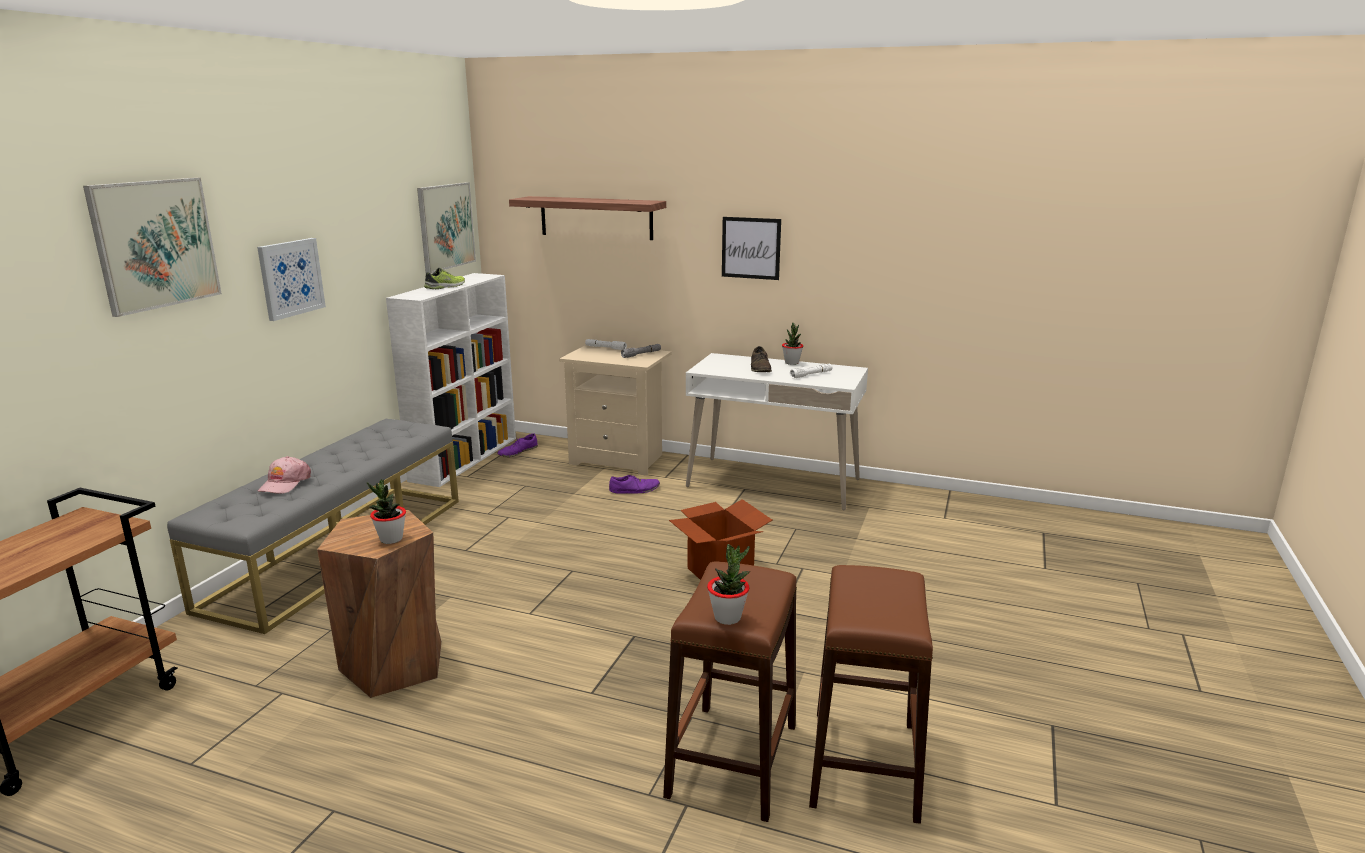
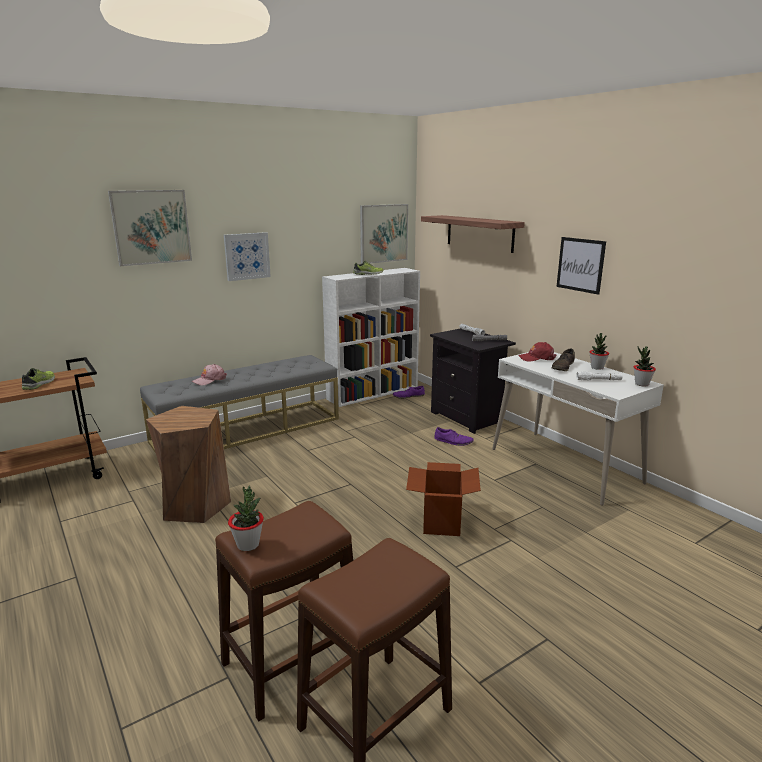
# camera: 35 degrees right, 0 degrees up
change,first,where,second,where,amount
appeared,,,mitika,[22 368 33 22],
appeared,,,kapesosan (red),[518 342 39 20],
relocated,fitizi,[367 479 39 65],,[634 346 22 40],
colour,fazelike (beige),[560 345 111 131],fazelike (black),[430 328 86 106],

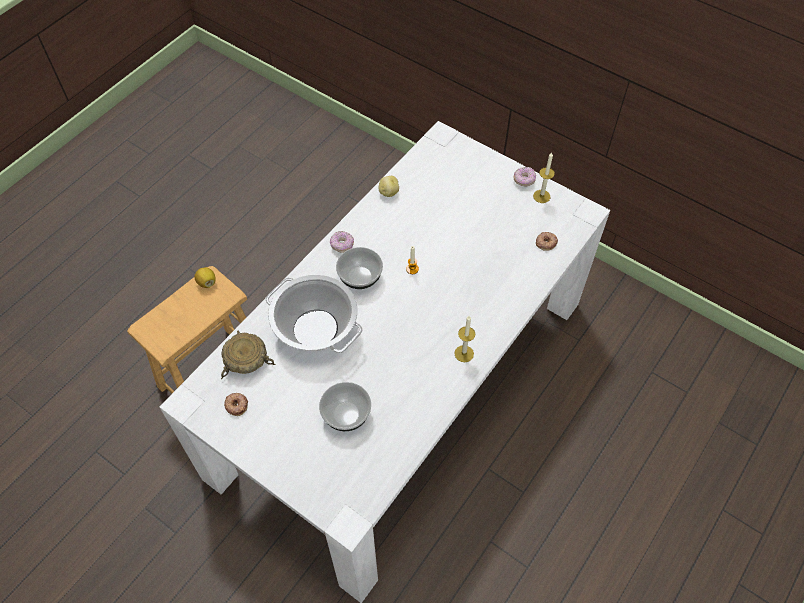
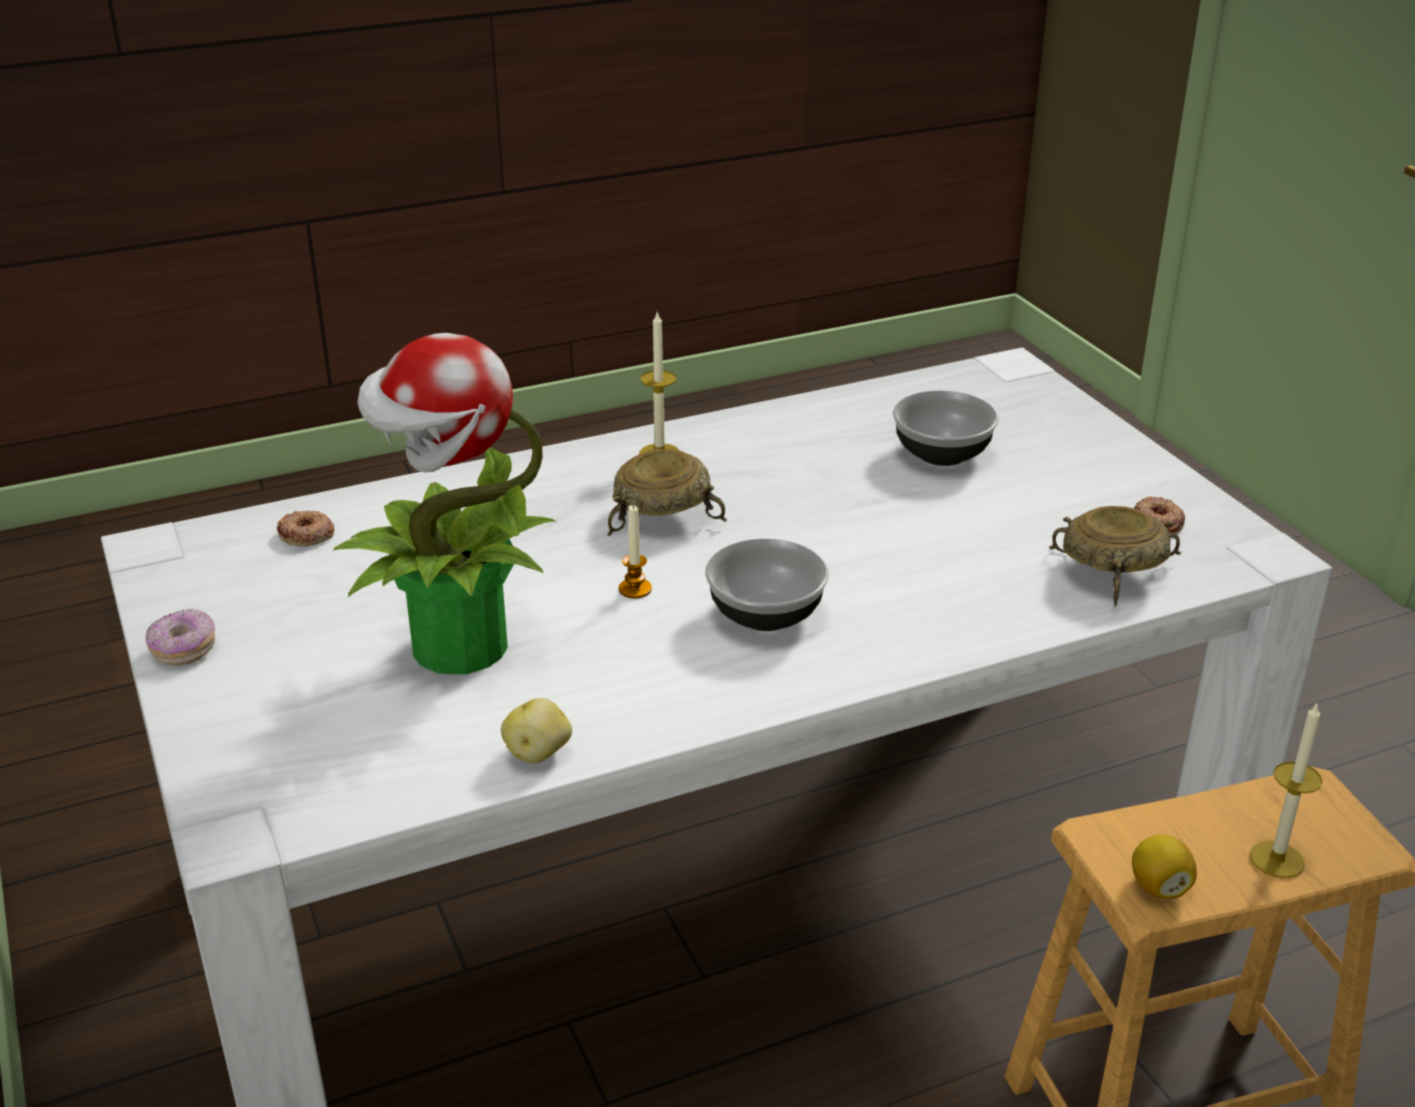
# camera: 150 degrees left, 25 degrees down
change,first,where,second,where,amount
missing,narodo,[265 275 98 78],,,
missing,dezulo,[330 231 24 22],,,
appeared,,,fitizi,[333 333 223 341],
appeared,,,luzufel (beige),[607 447 120 89],
relocated,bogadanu,[533 152 22 51],,[1250 702 72 176],

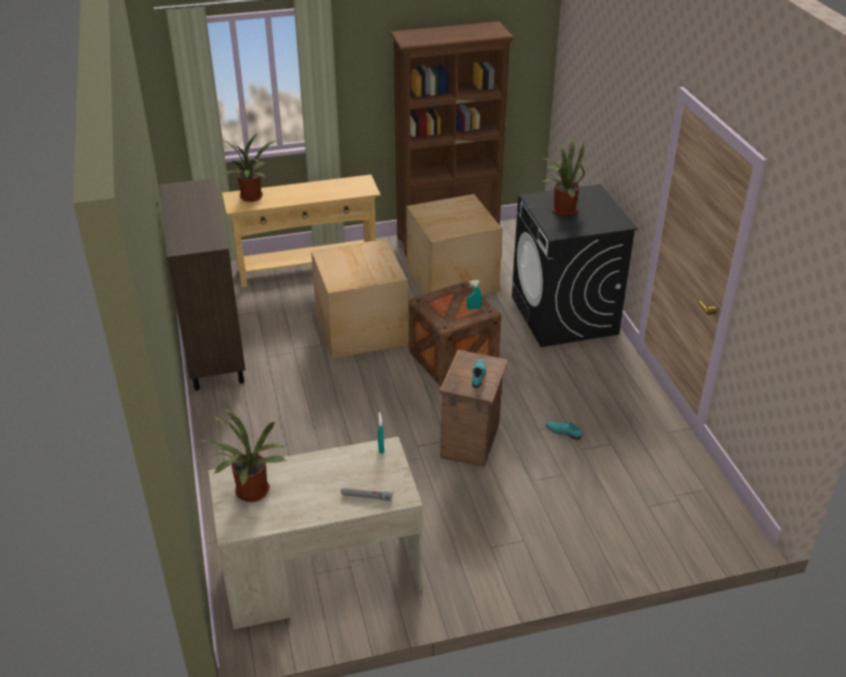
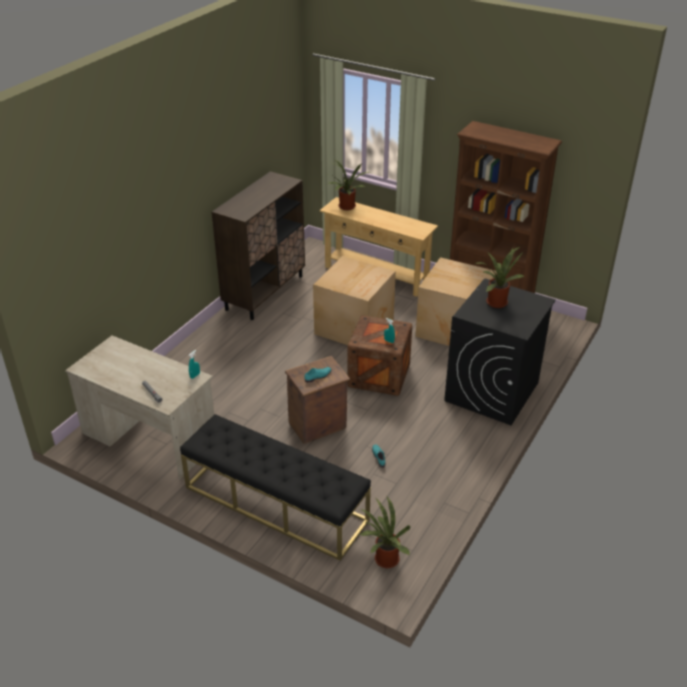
# camera: 45 degrees right, 0 degrees up
change,first,where,second,where,amount
appeared,,,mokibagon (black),[180 414 191 147],
relocated,fitizi,[199 407 89 95],,[360 497 50 71],

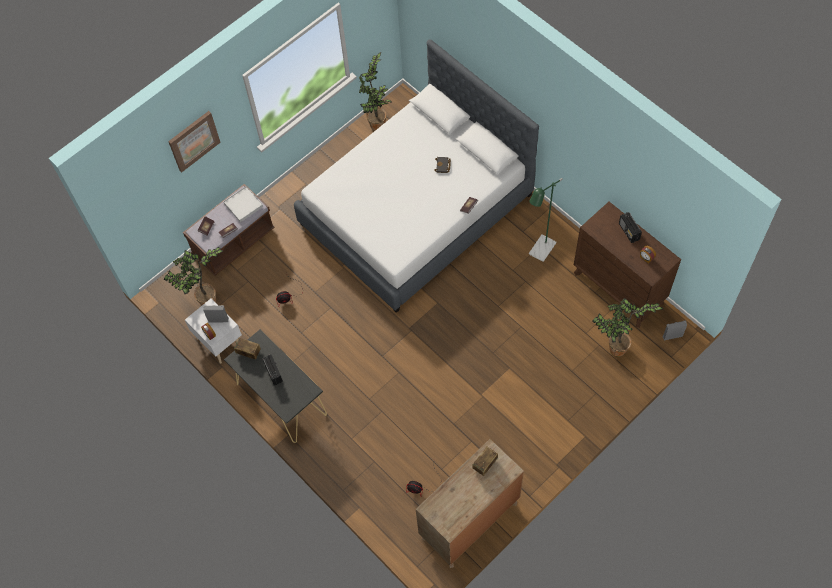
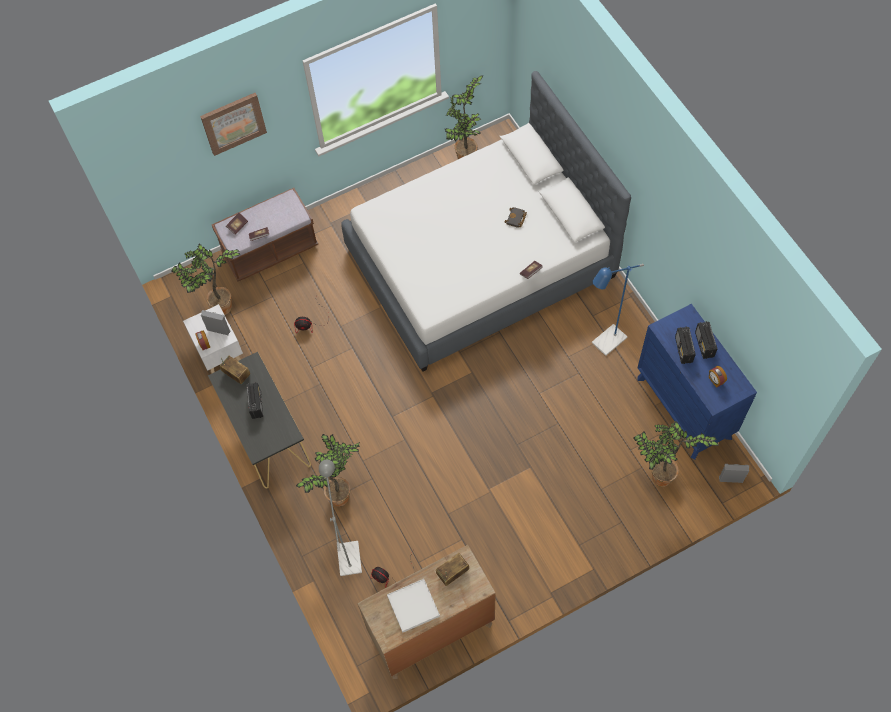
# camera: 15 degrees right, 0 degrees up
change,first,where,second,where,amount
appeared,,,fitizi,[296 434 64 73],
appeared,,,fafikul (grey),[319 460 43 116],
appeared,,,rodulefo,[675 326 21 38],
relocated,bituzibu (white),[223 186 40 36],,[387 579 53 54],
colour,fafikul (green),[529 178 34 84],fafikul (blue),[592 264 52 92],
colour,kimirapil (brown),[574 202 107 126],kimirapil (blue),[637 304 120 156],

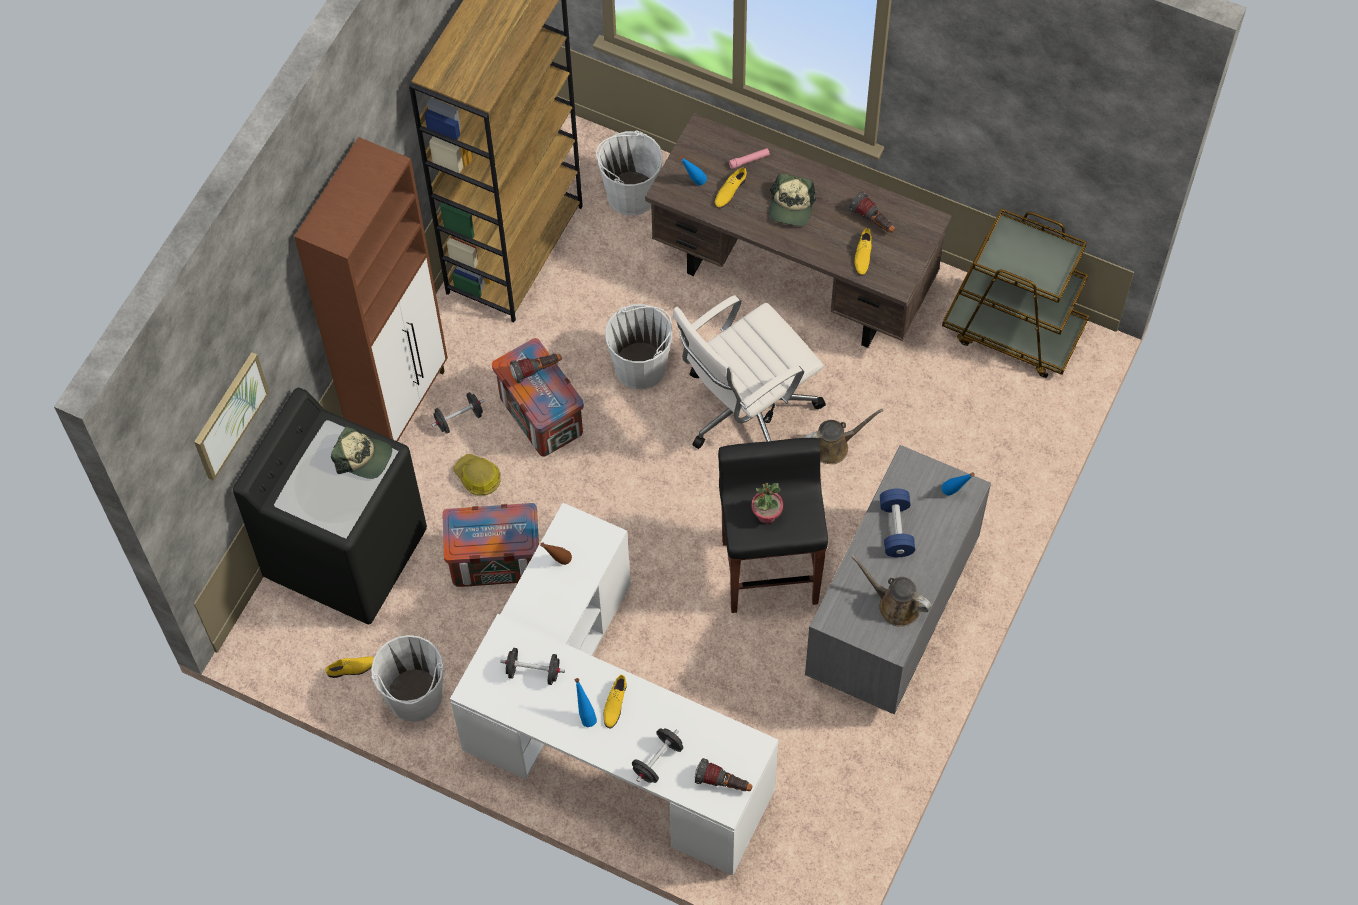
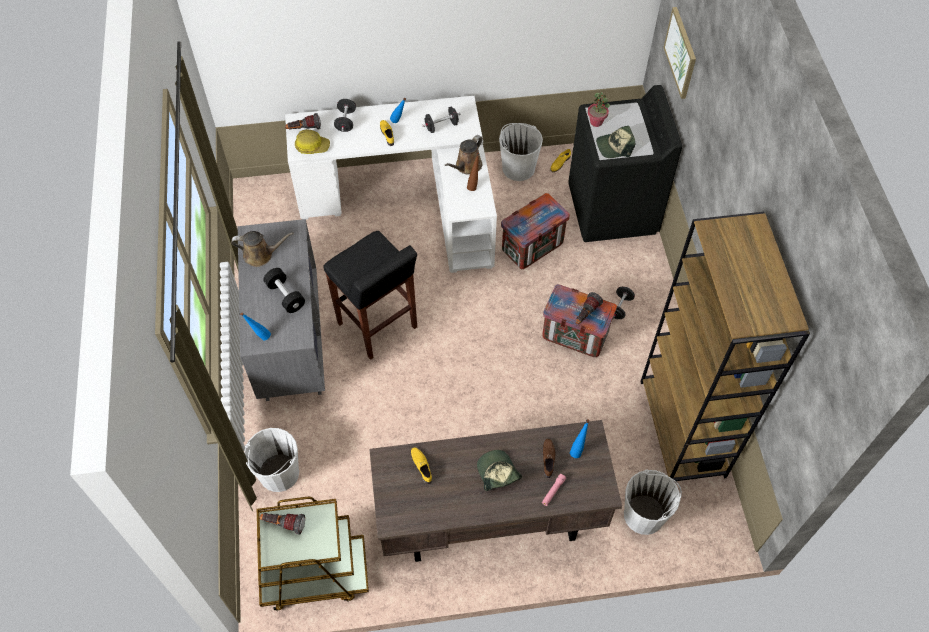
# camera: 145 degrees right, 5 degrees down
change,first,where,second,where,amount
missing,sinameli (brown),[294 137 154 305],,,
missing,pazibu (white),[673 295 153 154],,,
relocated,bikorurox,[453 454 48 41],,[295 129 35 25],
relocated,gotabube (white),[605 304 67 85],,[244 428 55 64],
relocated,fitizi,[751 483 32 41],,[588 92 22 35],
relocated,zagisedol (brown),[804 409 79 55],,[445 135 38 40],
relocated,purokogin,[849 192 46 41],,[259 513 46 22],
colour,mitika (yellow),[715 167 32 41],mitika (brown),[542 439 14 39],
colour,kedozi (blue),[880 489 35 68],kedozi (black),[263 268 42 45],

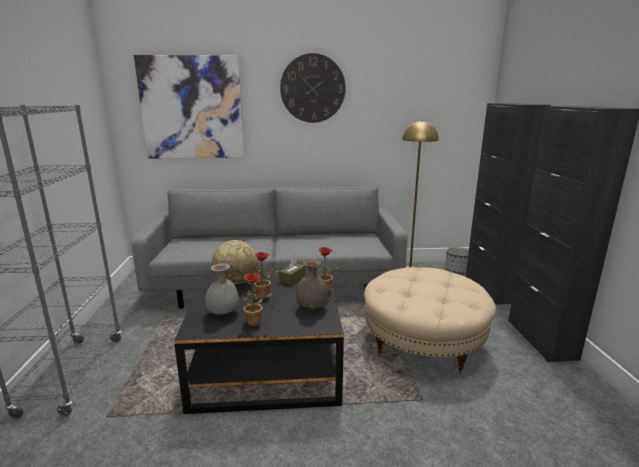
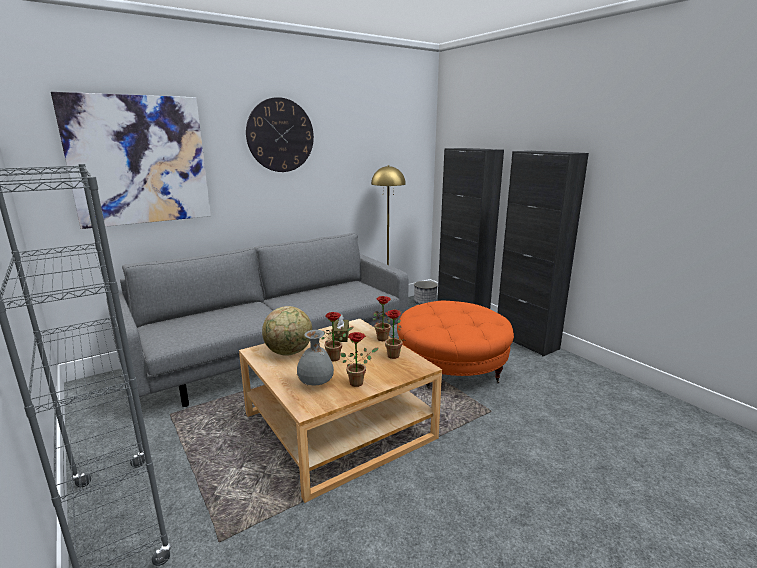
# camera: 30 degrees left, 0 degrees up
change,first,where,second,where,amount
exchanged,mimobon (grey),[296 259 32 51],fitizi,[375 309 30 50],
colour,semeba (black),[174 268 170 146],semeba (beige),[239 319 203 184],
colour,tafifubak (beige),[364 267 132 107],tafifubak (orange),[397 301 117 87],

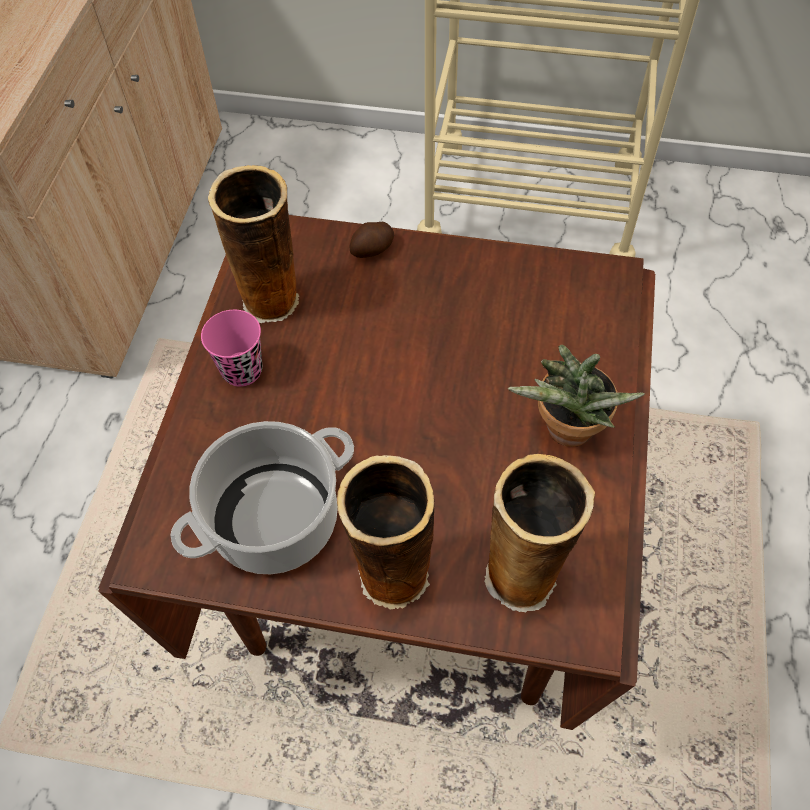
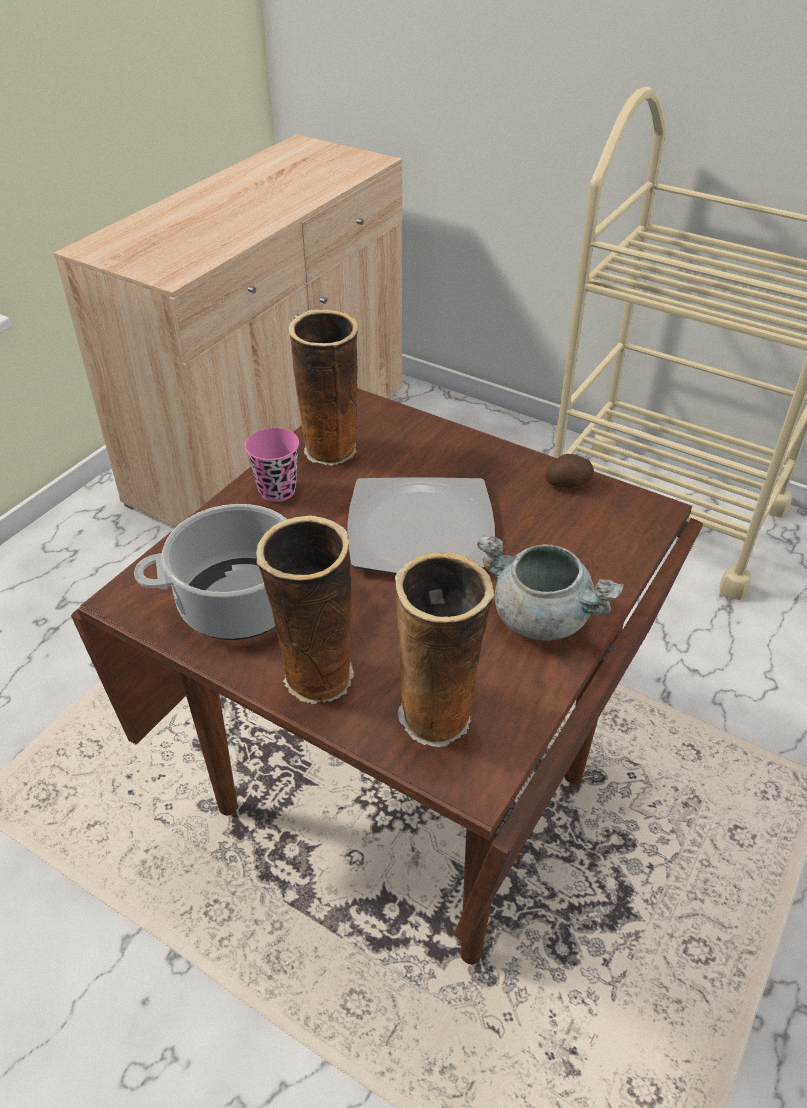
# camera: 20 degrees right, 15 degrees down
change,first,where,second,where,amount
appeared,,,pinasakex,[347 477 148 97],
relocated,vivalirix,[349 222 45 36],,[545 454 49 34],
exchanged,fitizi,[508 345 137 102],narodo (grey),[477 535 147 106],

